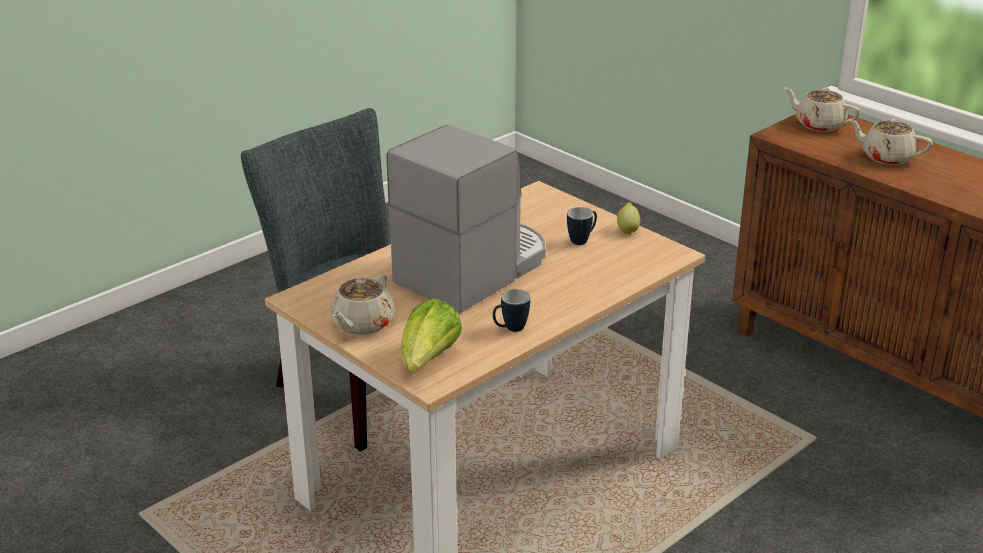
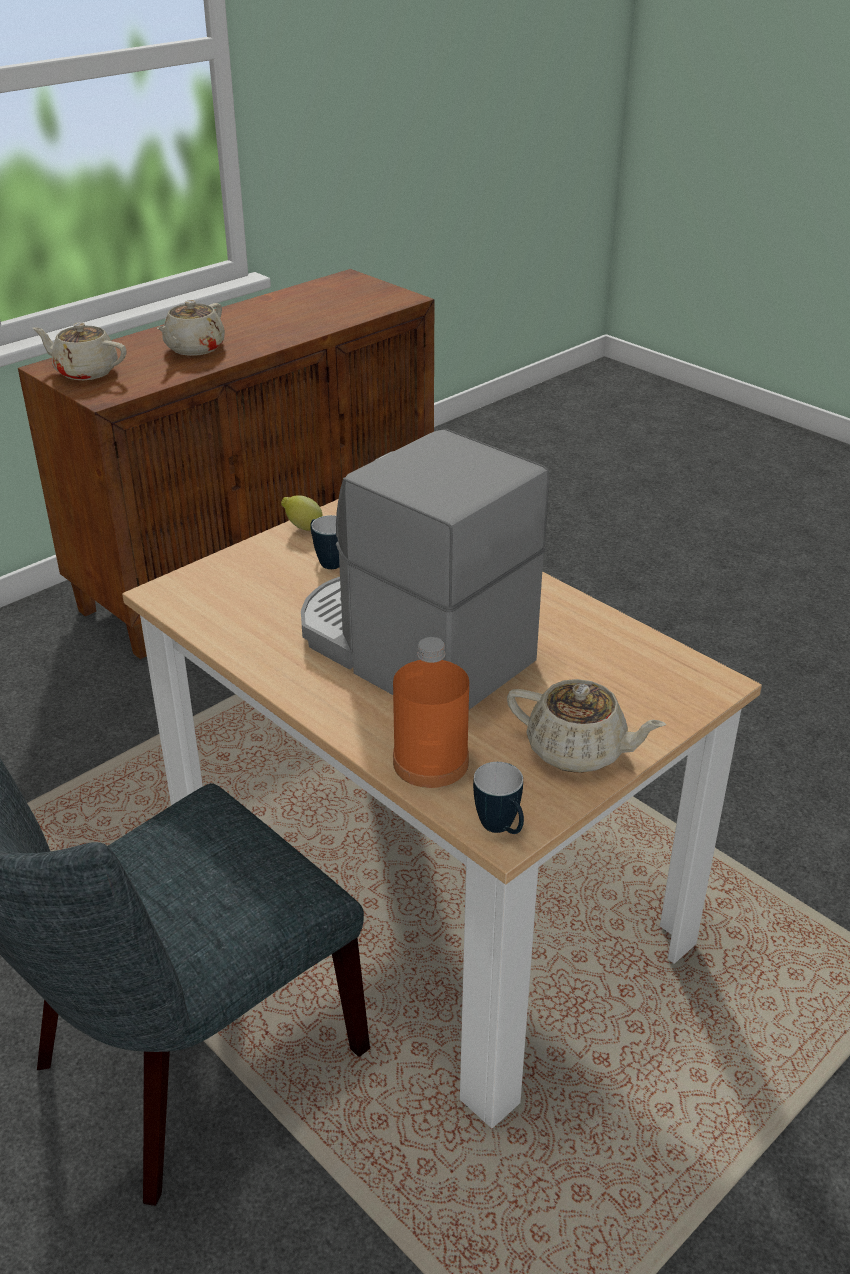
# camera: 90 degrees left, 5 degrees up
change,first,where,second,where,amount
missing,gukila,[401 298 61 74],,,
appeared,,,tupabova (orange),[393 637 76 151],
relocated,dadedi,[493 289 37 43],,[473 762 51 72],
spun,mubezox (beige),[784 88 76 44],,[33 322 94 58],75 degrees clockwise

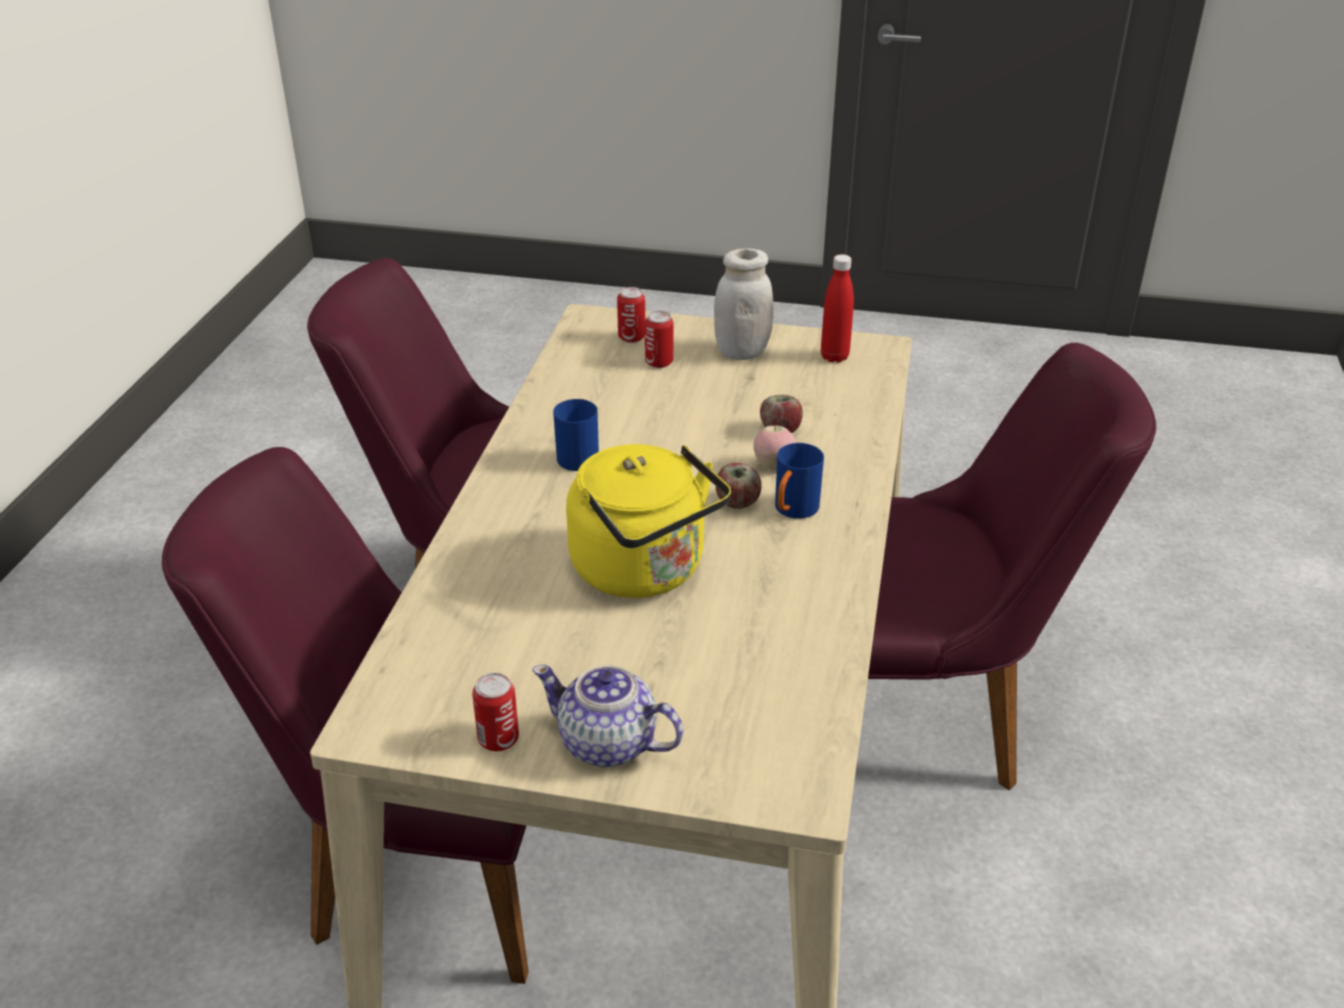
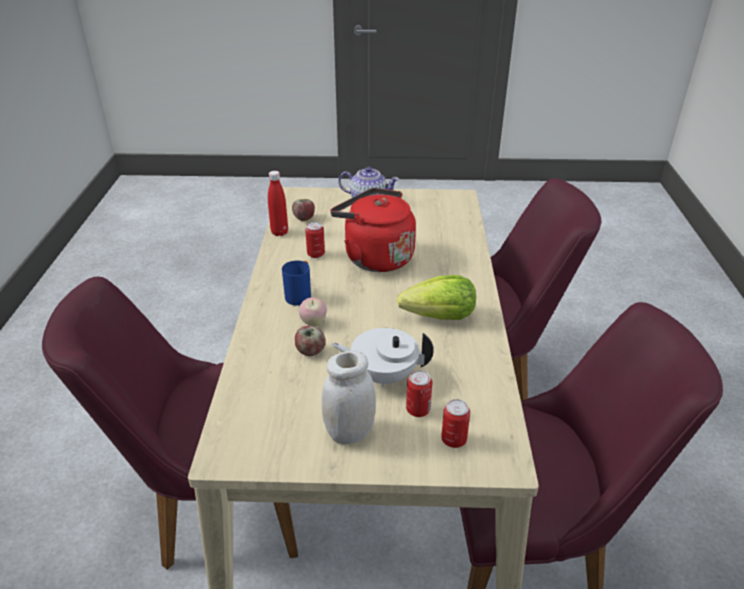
# camera: 170 degrees right, 0 degrees up
change,first,where,second,where,amount
appeared,,,mubezox (white),[332 328 102 59],
relocated,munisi,[472 673 47 78],,[305 222 20 36],
relocated,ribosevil,[716 463 46 46],,[292 199 23 22],
relocated,tupabova (red),[821 254 33 109],,[268 171 20 65],
exchanged,dadedi (blue),[553 399 46 72],gukila,[397 275 79 45],
colour,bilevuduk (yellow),[566 444 165 154],bilevuduk (red),[330 188 86 84],

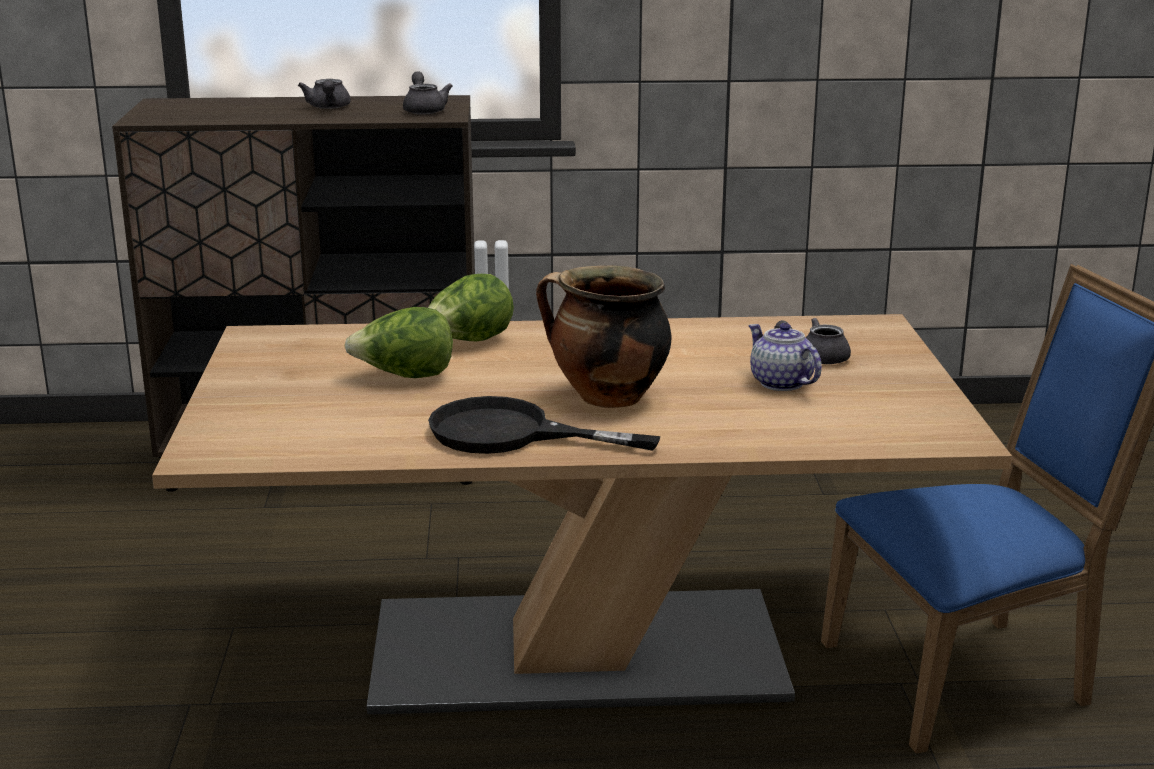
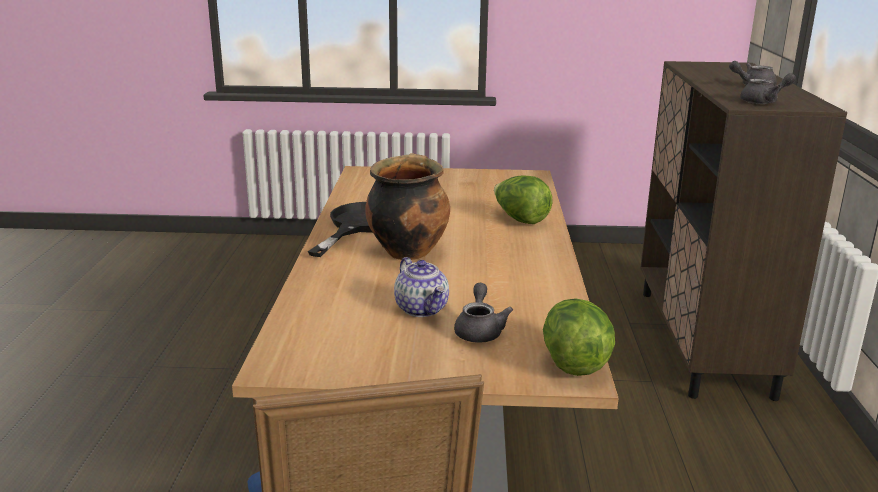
# camera: 95 degrees right, 0 degrees up
change,first,where,second,where,amount
relocated,gukila,[344 307 109 71],,[543 298 72 78],
spun,mubezox,[749 323 73 68],,[394 257 55 60],90 degrees clockwise

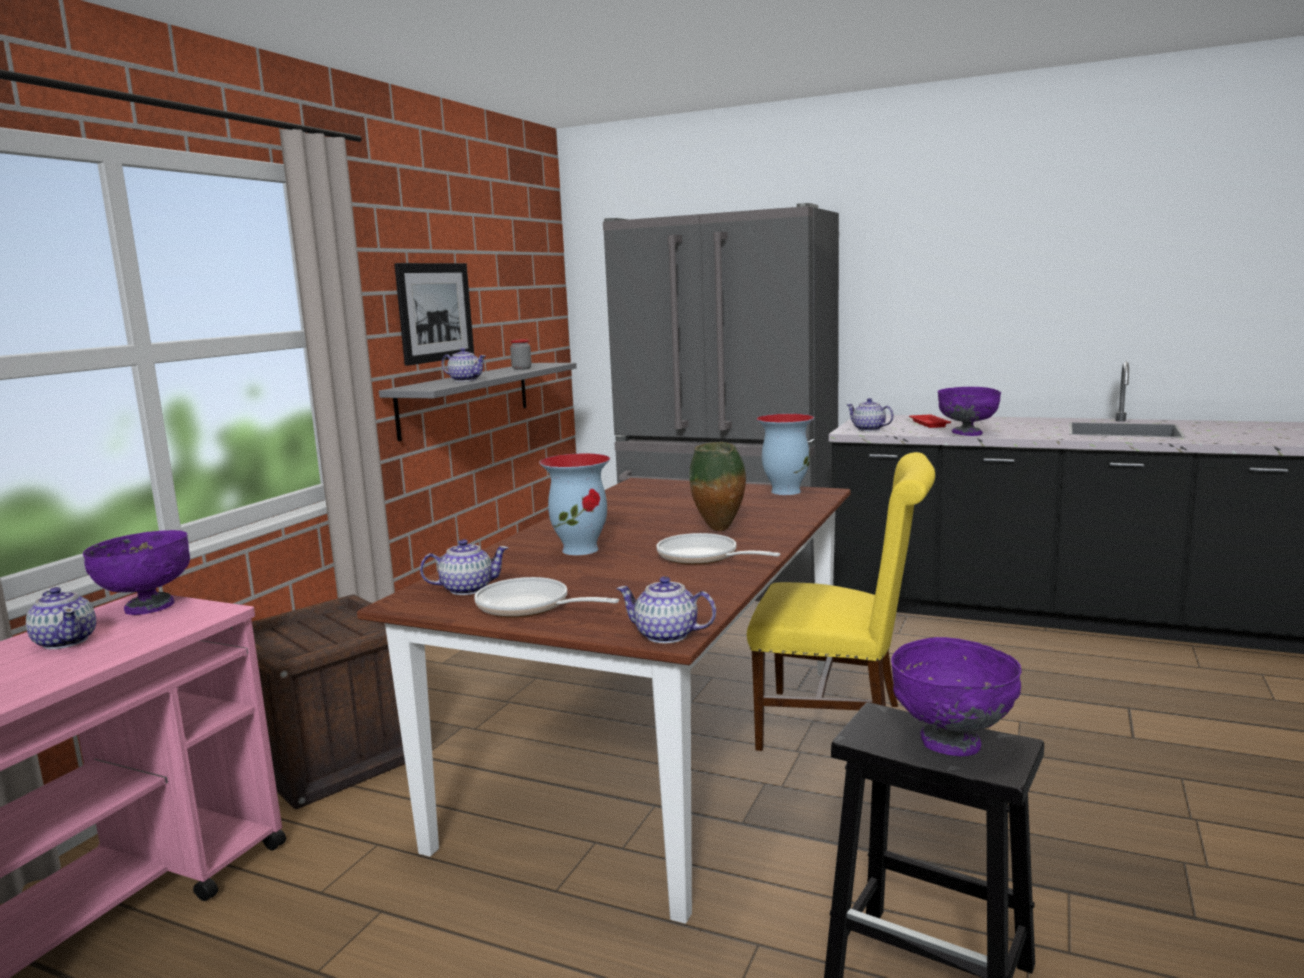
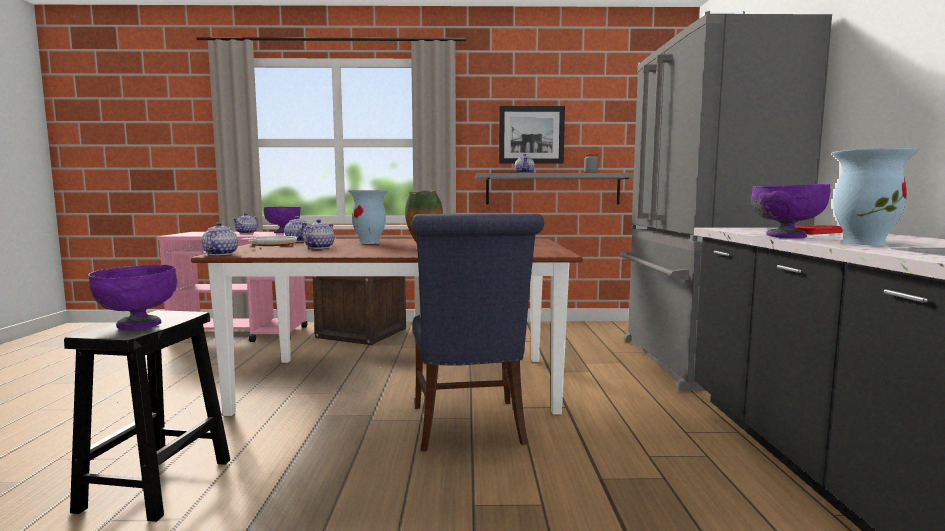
# camera: 65 degrees right, 5 degrees down
change,first,where,second,where,amount
missing,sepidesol,[656 533 125 32],,,
relocated,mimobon,[757 414 57 81],,[832 148 87 97],
relocated,mubezox,[846 398 48 33],,[303 219 31 30],
colour,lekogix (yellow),[747 452 188 299],lekogix (blue),[412 213 132 238],

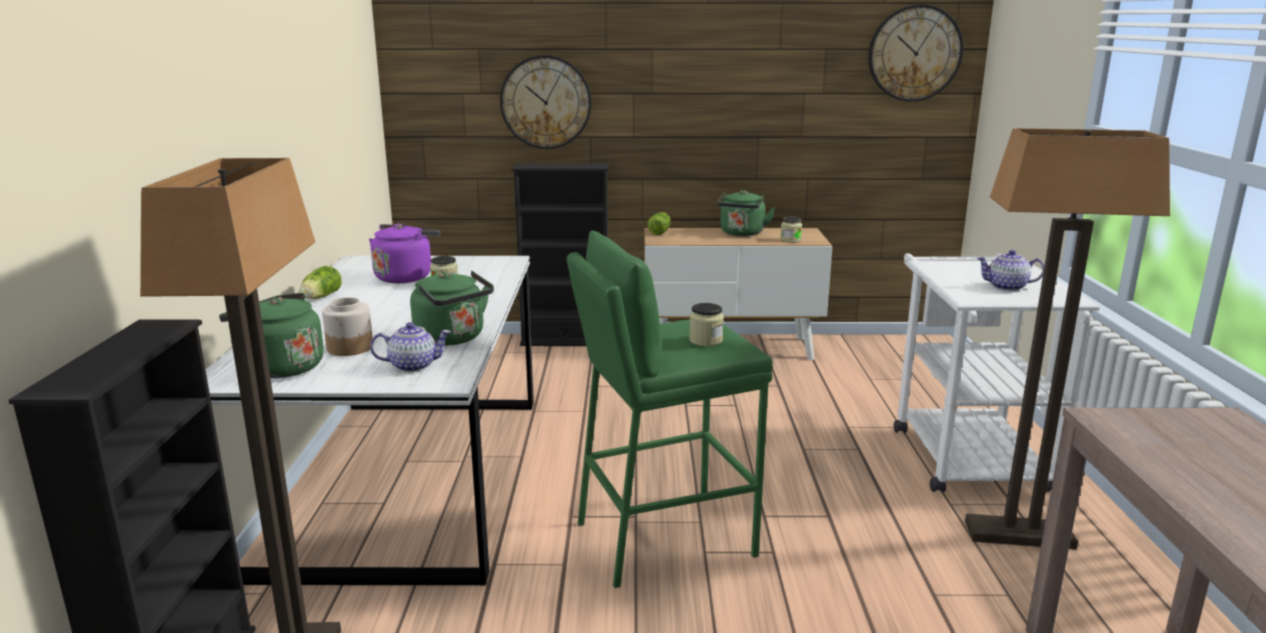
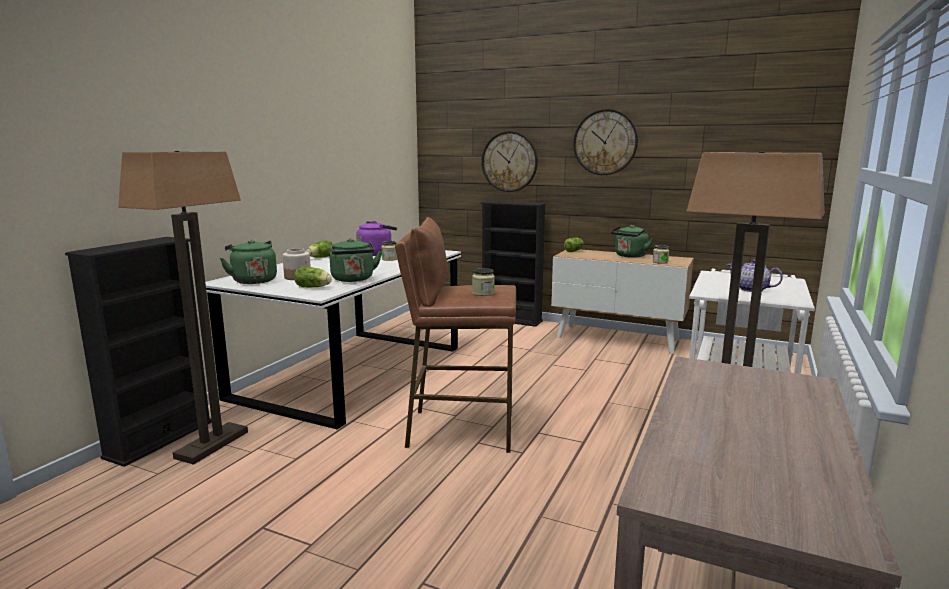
# camera: 25 degrees right, 5 degrees down
change,first,where,second,where,amount
relocated,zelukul,[868 4 95 98],,[573 109 65 66],
exchanged,mubezox,[370 322 81 50],gukila,[294 267 38 21],
colour,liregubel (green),[567 231 206 357],liregubel (brown),[395 217 121 236],

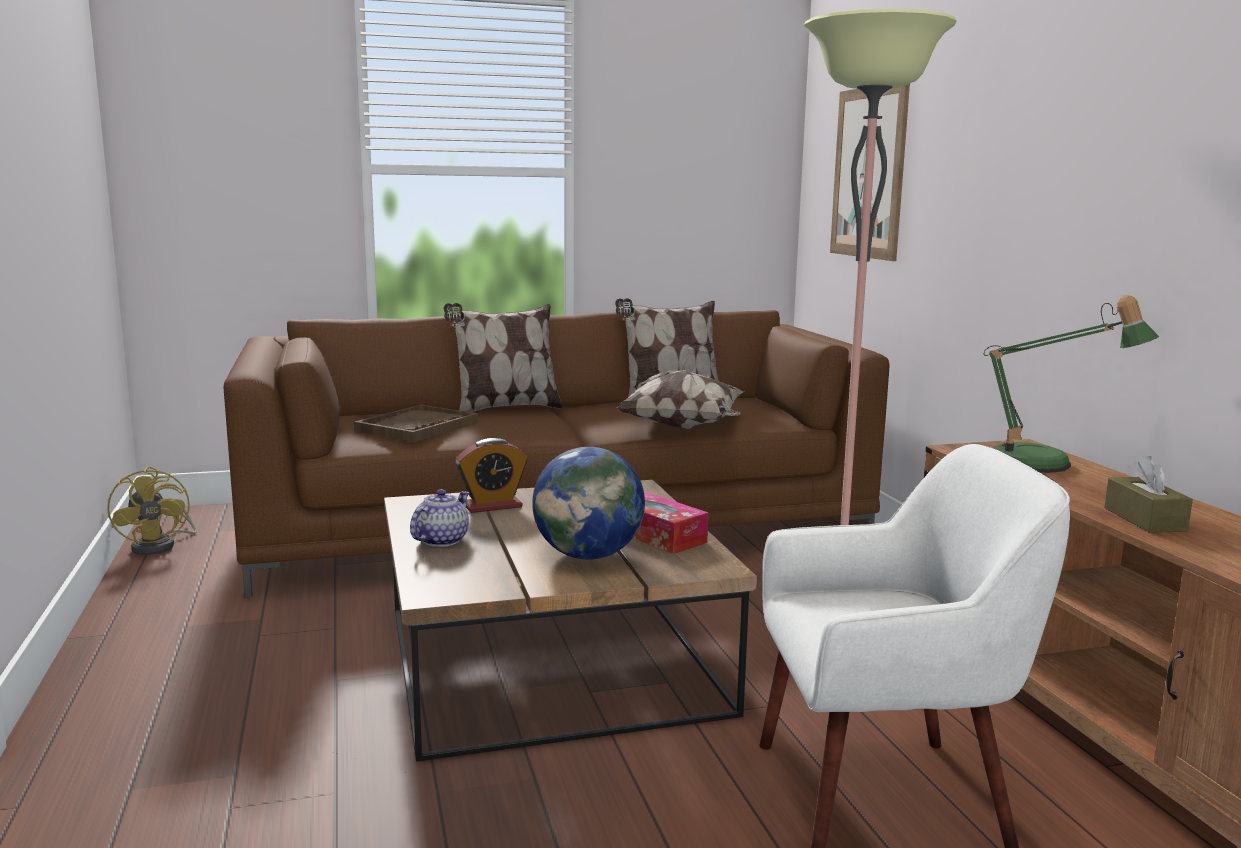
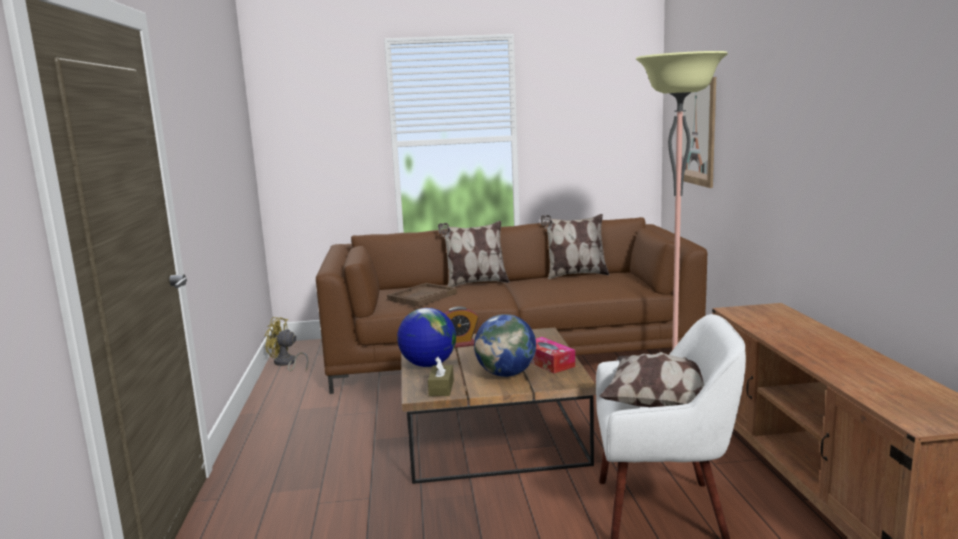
# camera: 10 degrees right, 0 degrees up
change,first,where,second,where,amount
missing,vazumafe,[984 295 175 178],,,
relocated,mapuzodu,[617 370 128 59],,[599 352 105 55],
relocated,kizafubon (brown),[1104 456 89 77],,[428 357 26 39],
exchanged,mubezox,[410 489 59 58],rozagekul,[397 308 59 59],
spun,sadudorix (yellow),[107 467 90 88],,[265 317 44 54],120 degrees clockwise

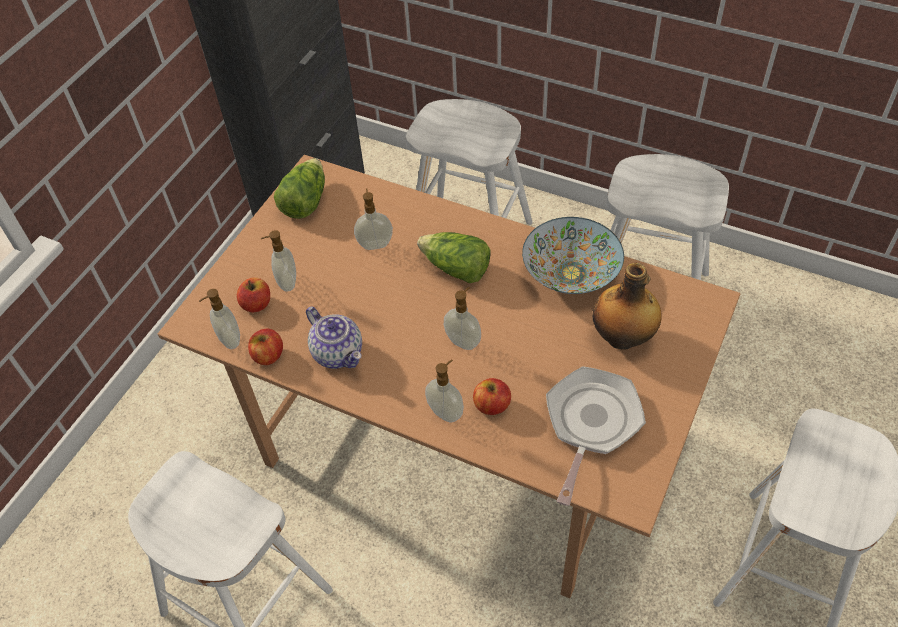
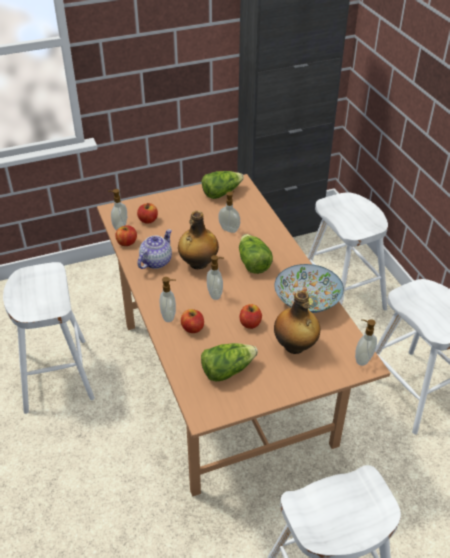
# camera: 40 degrees right, 10 degrees down
change,first,where,second,where,amount
appeared,,,tupabova,[178 211 41 58],
appeared,,,ribosevil,[240 304 22 25],
relocated,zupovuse,[261 230 35 62],,[355 319 22 47],
exchanged,sepidesol,[546 366 100 140],gukila,[201 343 57 38],
spun,mubezox,[306 307 56 62],,[138 229 34 40],150 degrees counterclockwise

